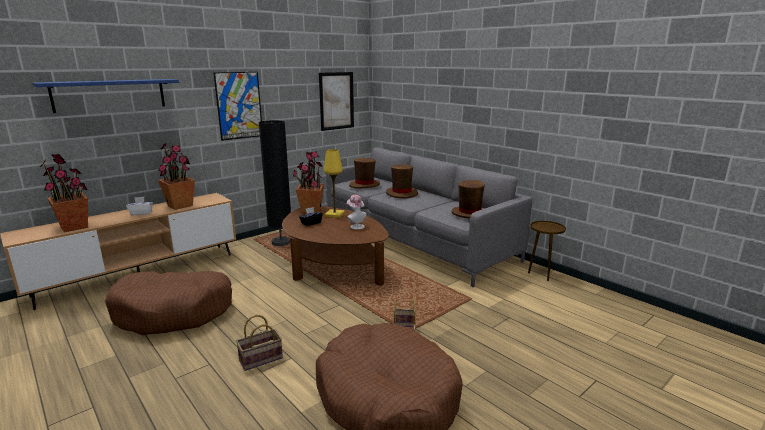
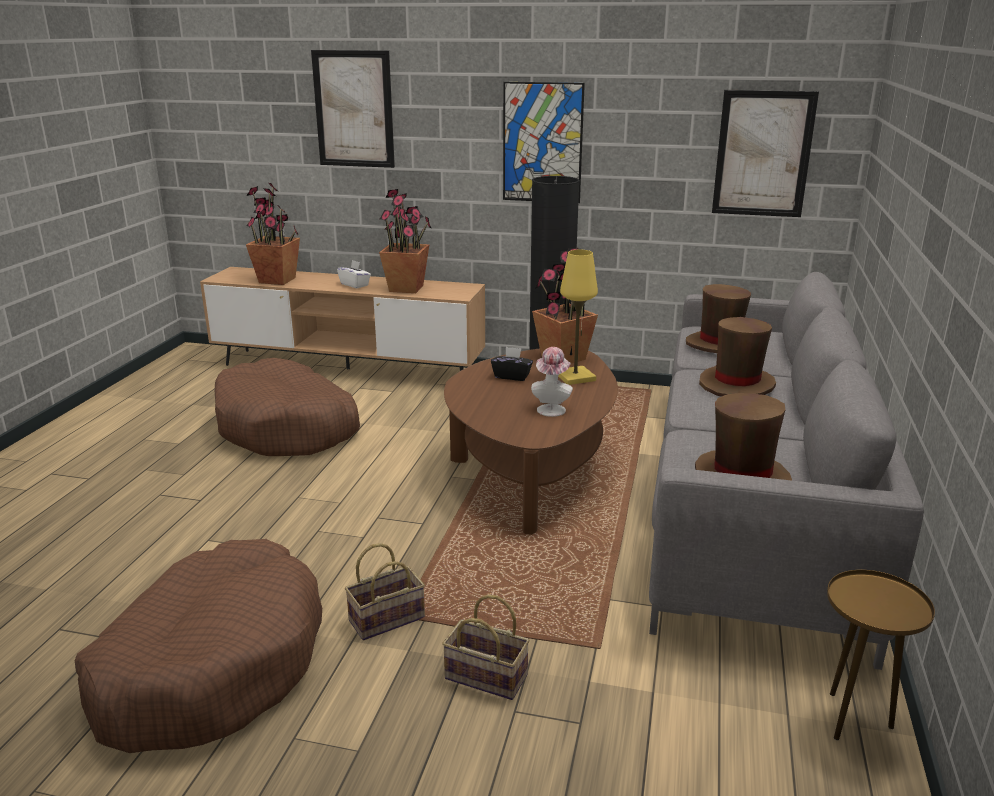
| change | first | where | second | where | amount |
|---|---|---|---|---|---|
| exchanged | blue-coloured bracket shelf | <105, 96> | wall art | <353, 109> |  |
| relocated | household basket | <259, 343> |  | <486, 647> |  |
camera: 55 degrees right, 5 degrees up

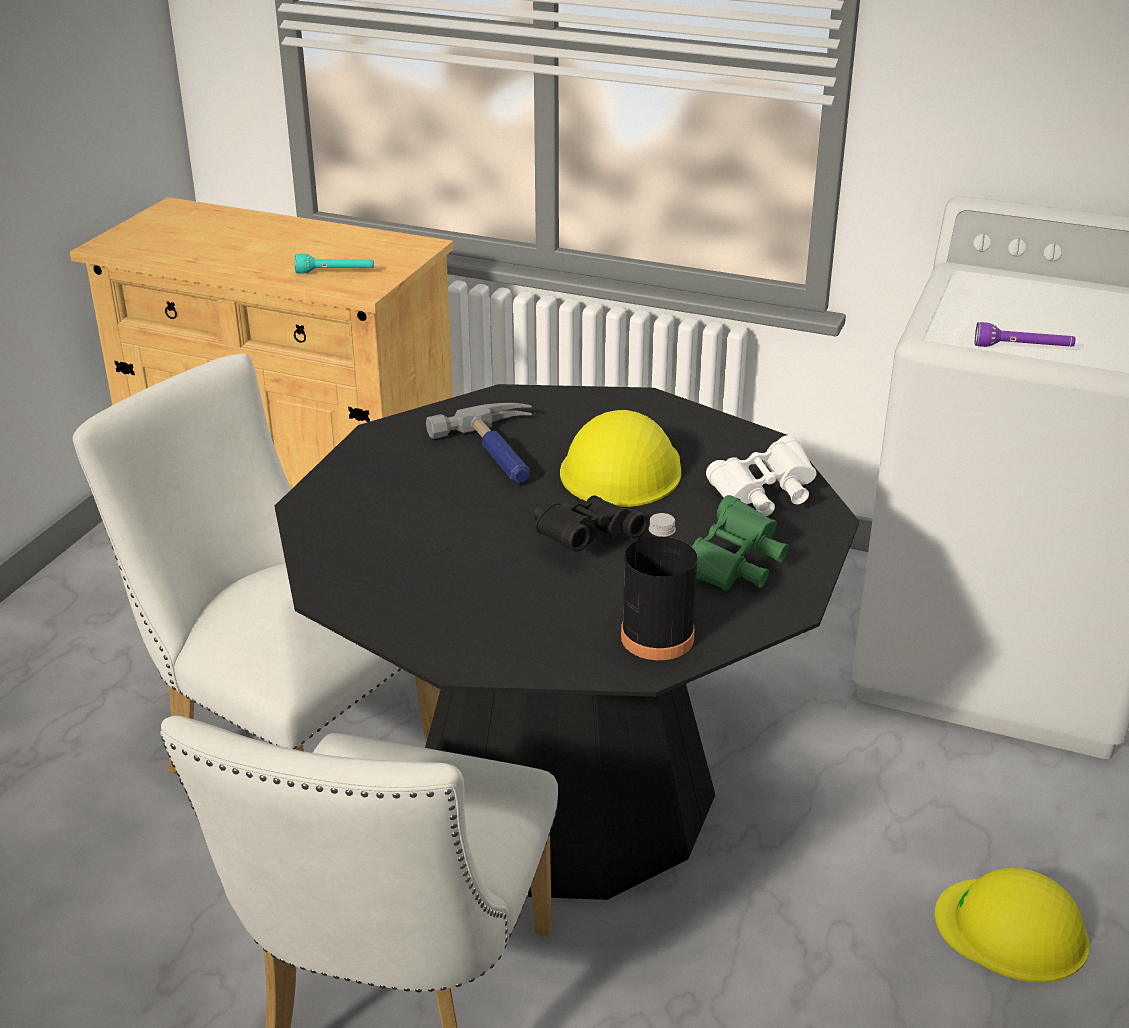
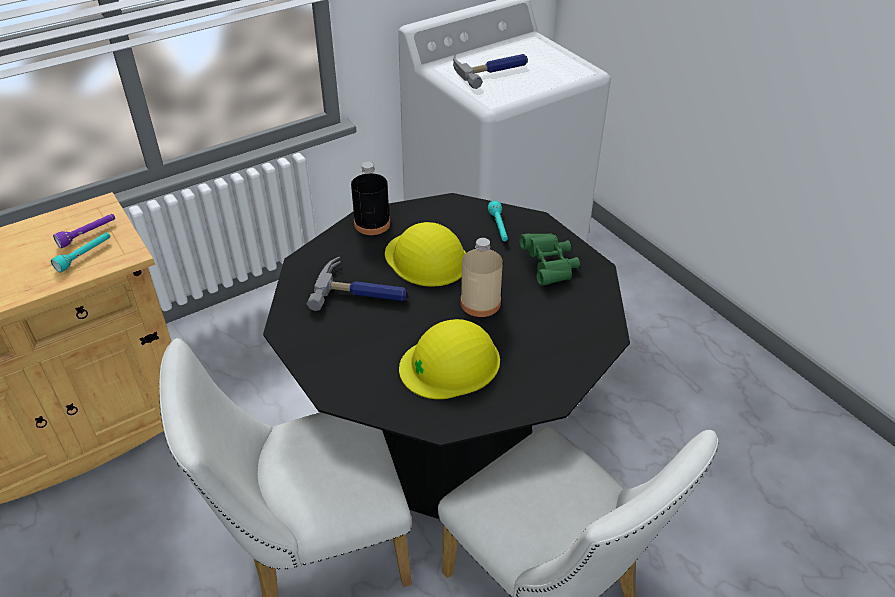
| change | first | where | second | where | amount |
|---|---|---|---|---|---|
| exchanged | black-coloured binoculars | <591, 523> | sand-coloured drink bottle | <482, 277> |  |
| relocated | black-coloured drink bottle | <659, 586> |  | <370, 198> |  |
| exchanged | white-coloured binoculars | <761, 475> | turquoise-coloured hand torch | <498, 220> |  |
| relocated | yellowish safety helmet | <1012, 925> |  | <449, 359> |  |
| relocated | purplish hand torch | <1025, 334> |  | <84, 231> |  |
| appeared |  |  | tool hammer | <490, 71> |  |
camera: 55 degrees left, 10 degrees up

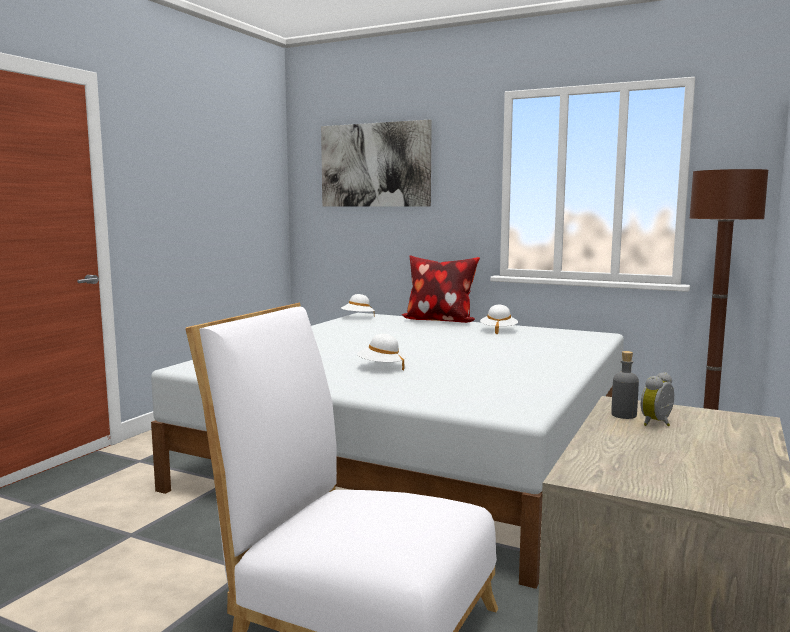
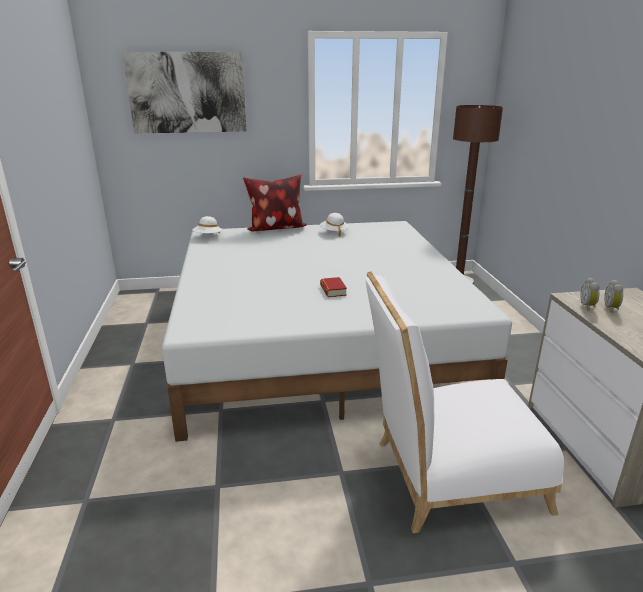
| change | first | where | second | where | amount |
|---|---|---|---|---|---|
| exchanged | white-coloured wearable hat | <381, 352> | book | <333, 287> |  |
| exchanged | greyish drink bottle | <625, 385> | alarm clock | <589, 294> |  |
camera: 35 degrees left, 15 degrees up

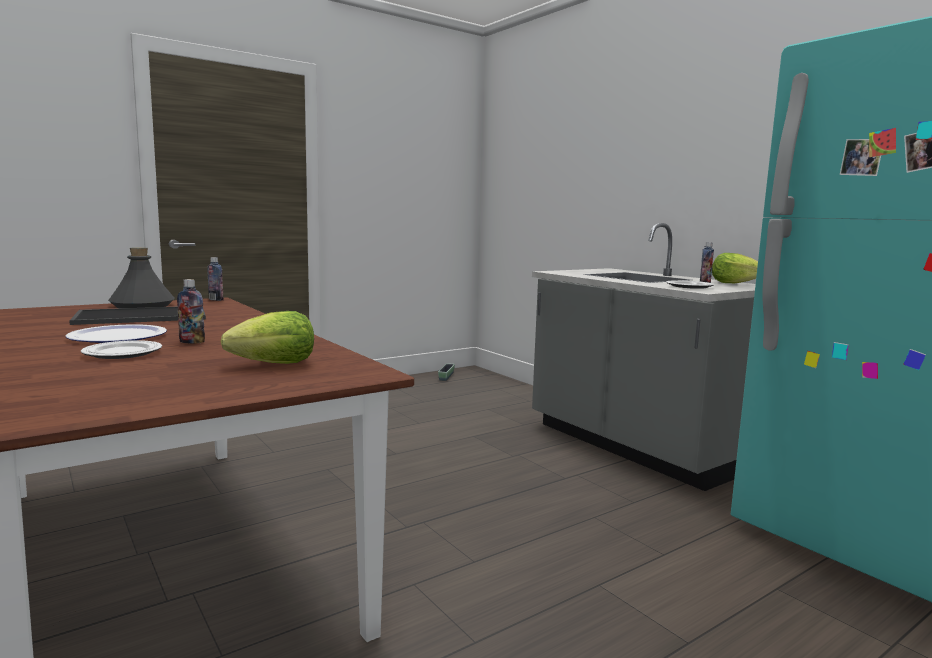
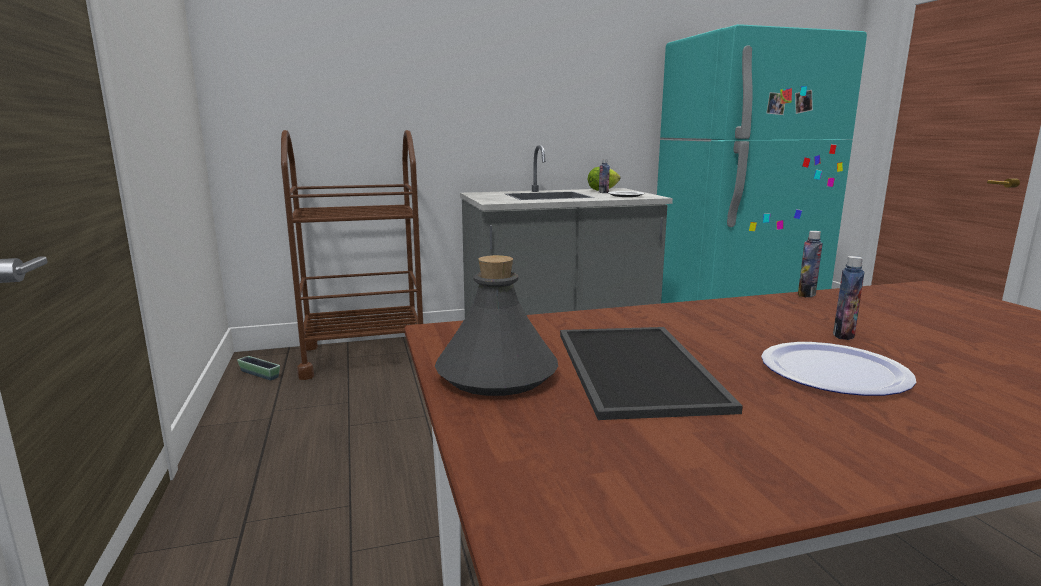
| change | first | where | second | where | amount |
|---|---|---|---|---|---|
| missing | plate | <121, 349> |  |  |  |
| relocated | drink bottle | <215, 279> |  | <810, 264> |  |
| missing | lettuce | <267, 337> |  |  |  |
| appeared |  |  | brown-coloured wheeled cart | <352, 255> |  |
camera: 70 degrees left, 5 degrees up

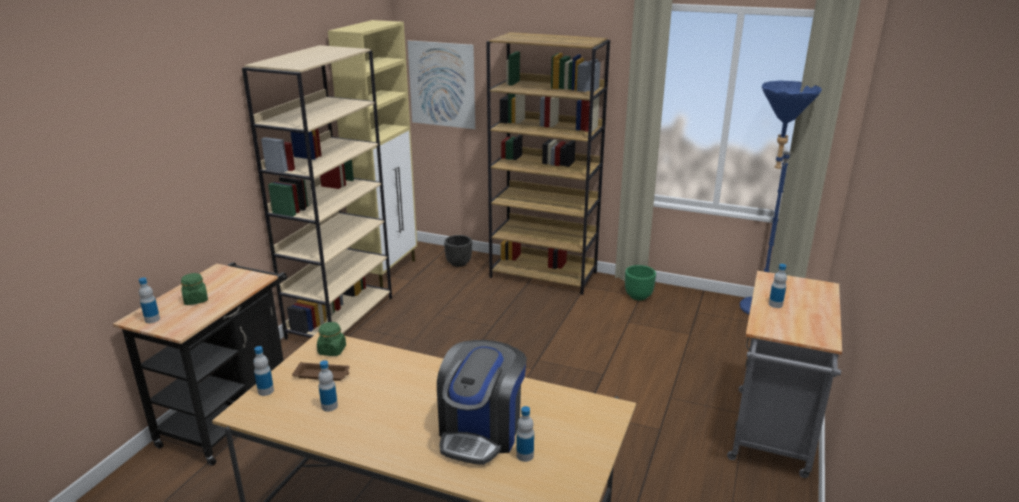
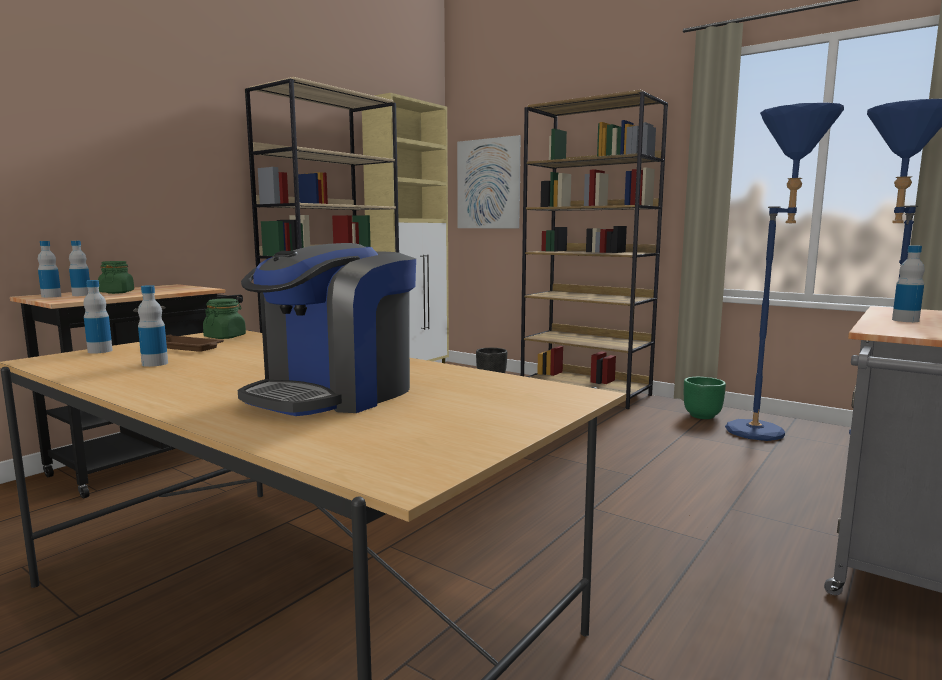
| change | first | where | second | where | amount |
|---|---|---|---|---|---|
| relocated | drink bottle | <525, 434> |  | <79, 268> |  |
| appeared |  |  | blue-coloured standard lamp | <784, 272> |  |
camera: 15 degrees right, 15 degrees down

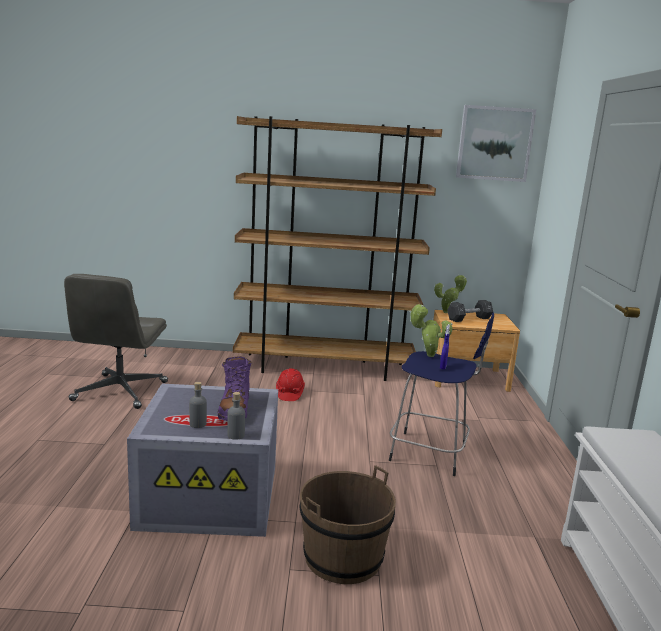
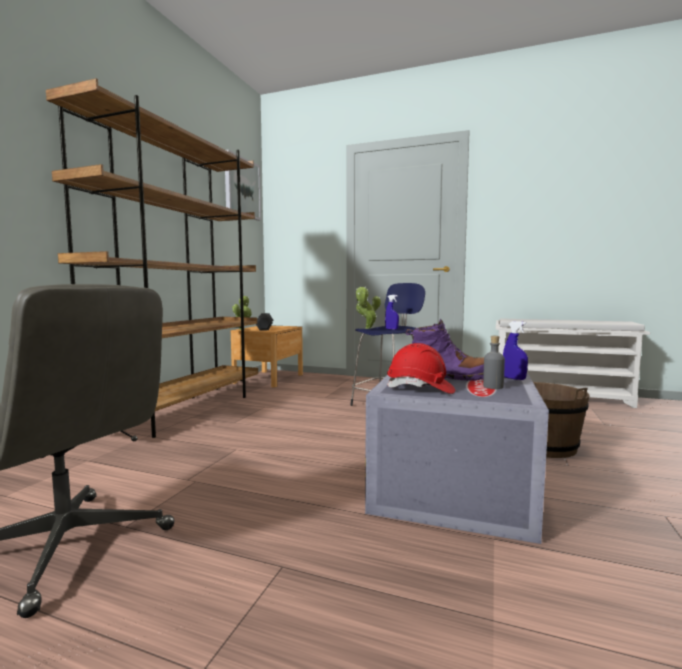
| change | first | where | second | where | amount |
|---|---|---|---|---|---|
| exchanged | greyish drink bottle | <236, 416> | blue-coloured sprayer | <515, 350> |  |
| relocated | red safety helmet | <290, 385> |  | <421, 368> |  |
camera: 70 degrees left, 10 degrees down

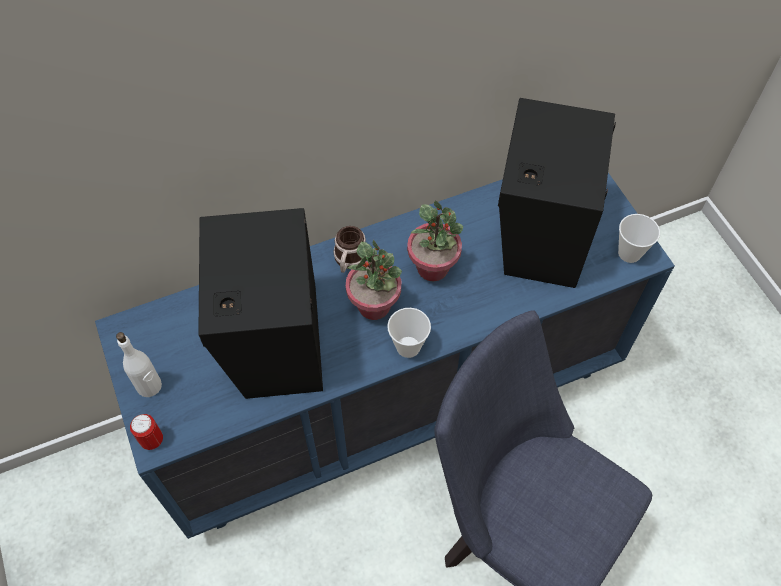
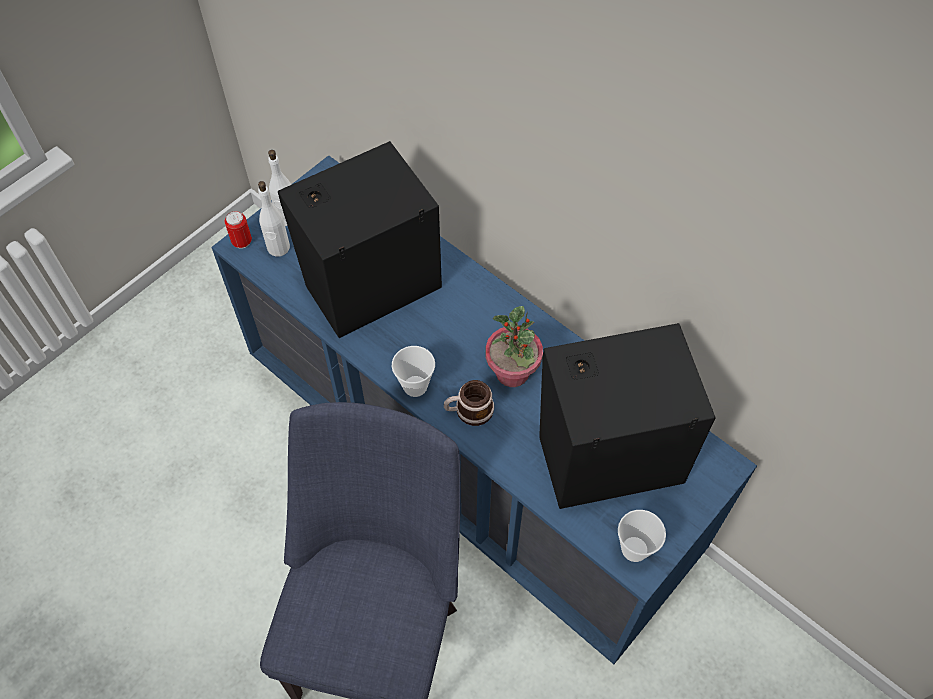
| change | first | where | second | where | amount |
|---|---|---|---|---|---|
| relocated | coffee mug | <350, 249> |  | <469, 403> |  |
| missing | houseplant | <374, 280> |  |  |  |
| appeared |  |  | white-coloured drink bottle | <274, 219> |  |
camera: 65 degrees right, 0 degrees up

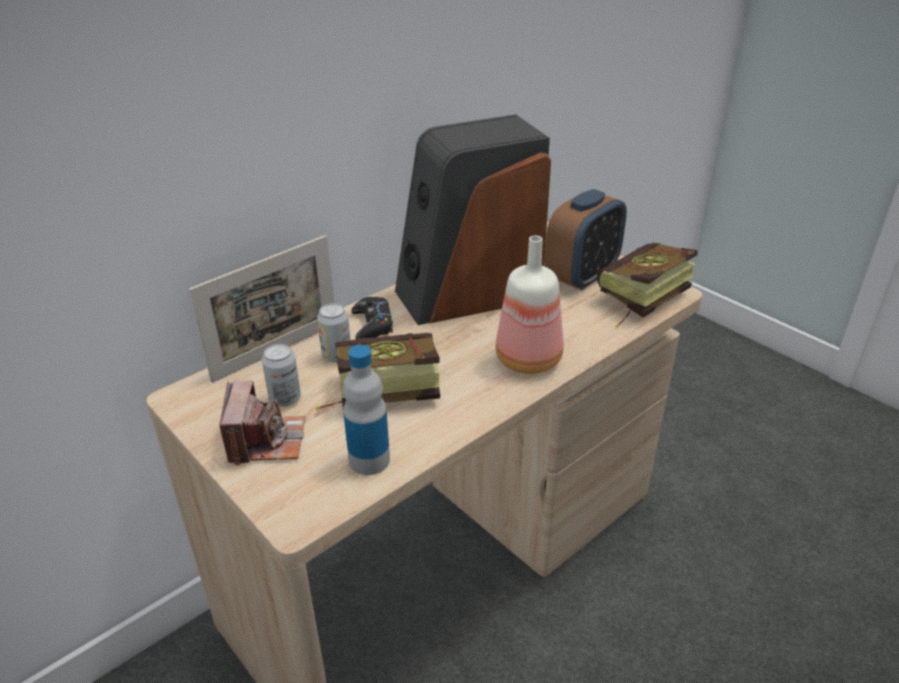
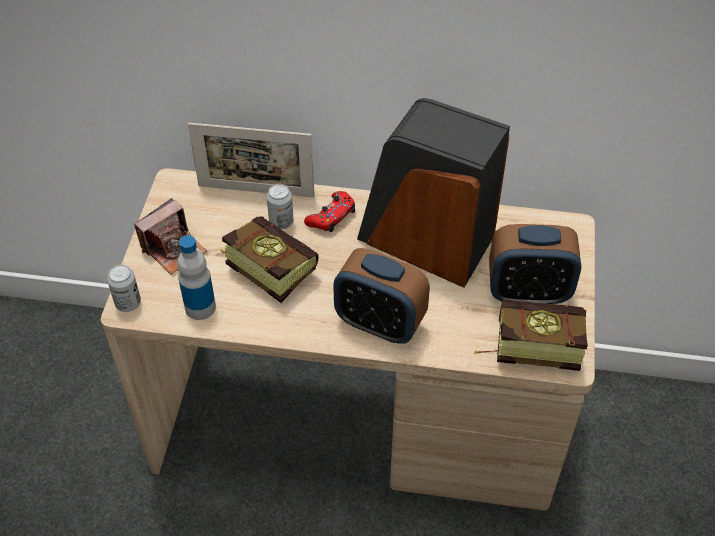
| change | first | where | second | where | amount |
|---|---|---|---|---|---|
| relocated | metal can | <281, 375> |  | <124, 288> |  |
| colour | black-coloured game controller | <372, 318> | red game controller | <329, 211> |  |
| exchanged | drink bottle | <529, 304> | alarm clock | <381, 296> |  |
camera: 50 degrees right, 15 degrees up

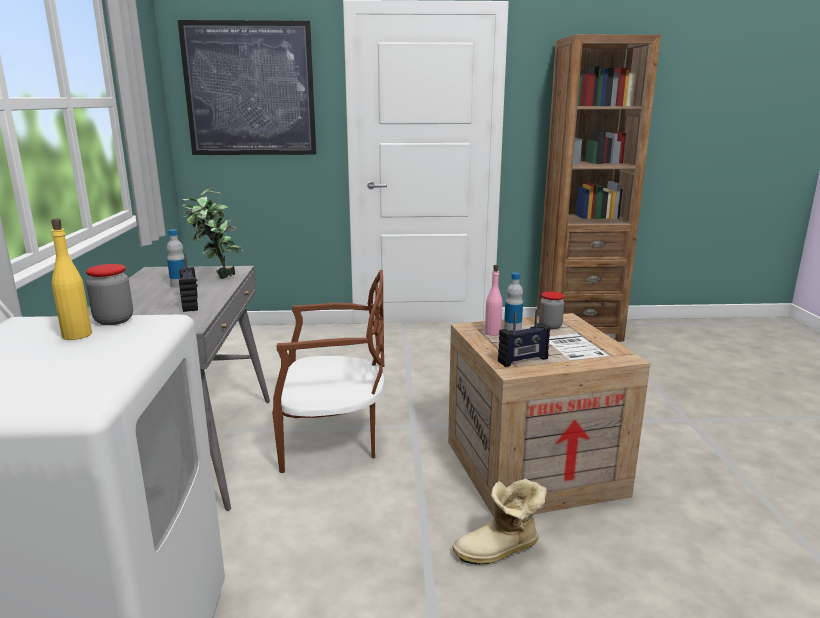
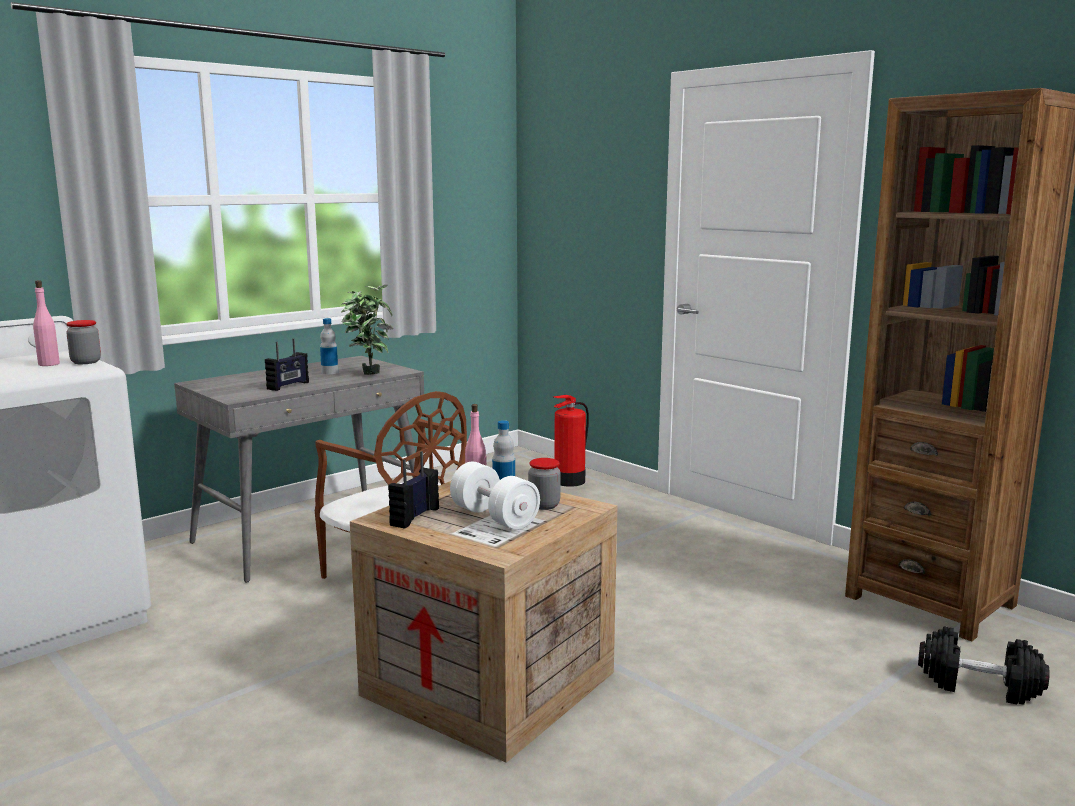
| change | first | where | second | where | amount |
|---|---|---|---|---|---|
| colour | yellowish drink bottle | <71, 279> | pink-coloured drink bottle | <46, 323> |  |
| missing | wall art | <247, 87> |  |  |  |
| missing | high-top boot | <499, 521> |  |  |  |
| spun | radio | <524, 338> |  | <413, 490> | 90 degrees clockwise |
| appeared |  |  | white-coloured free weight | <495, 496> |  |
| appeared |  |  | fire-fighting cylinder | <571, 441> |  |
| appeared |  |  | black-coloured free weight | <984, 665> |  |
camera: 50 degrees right, 5 degrees down

